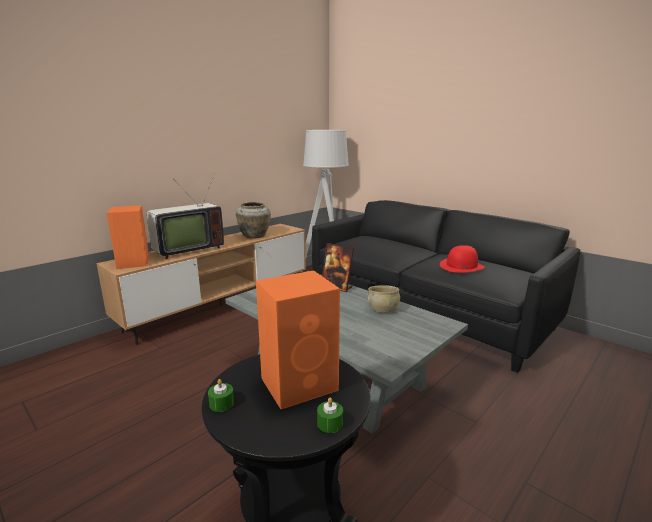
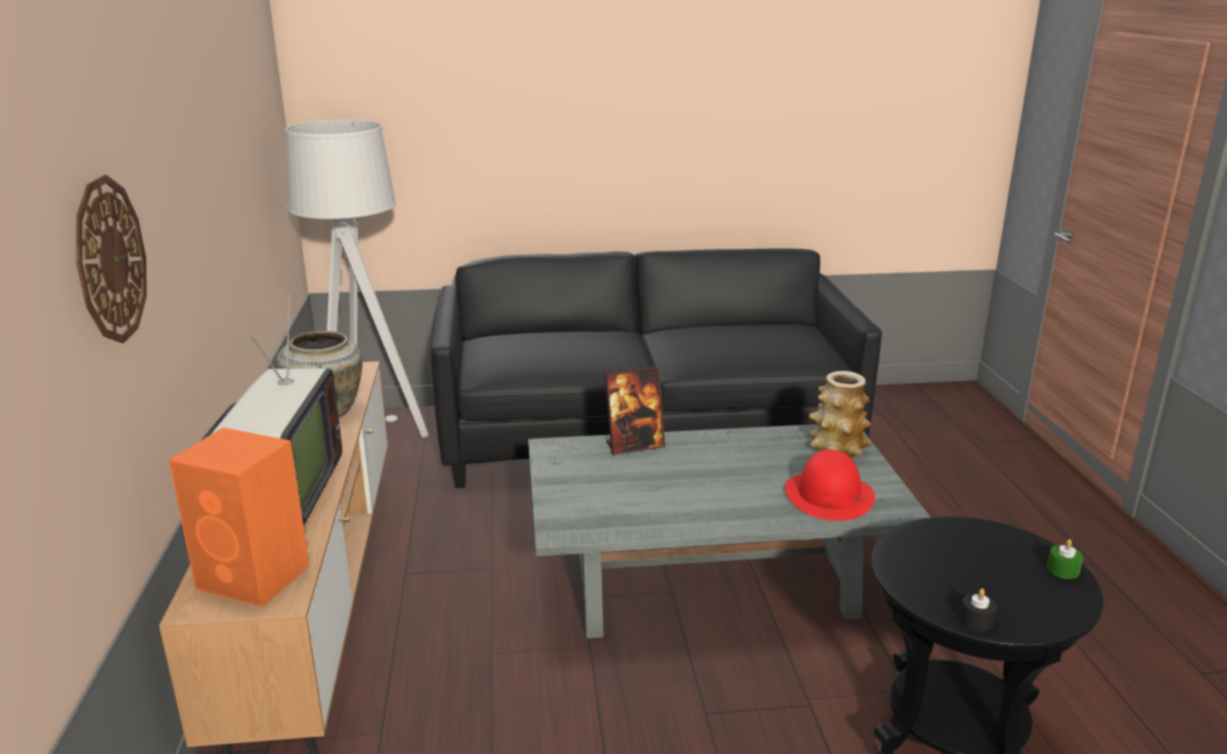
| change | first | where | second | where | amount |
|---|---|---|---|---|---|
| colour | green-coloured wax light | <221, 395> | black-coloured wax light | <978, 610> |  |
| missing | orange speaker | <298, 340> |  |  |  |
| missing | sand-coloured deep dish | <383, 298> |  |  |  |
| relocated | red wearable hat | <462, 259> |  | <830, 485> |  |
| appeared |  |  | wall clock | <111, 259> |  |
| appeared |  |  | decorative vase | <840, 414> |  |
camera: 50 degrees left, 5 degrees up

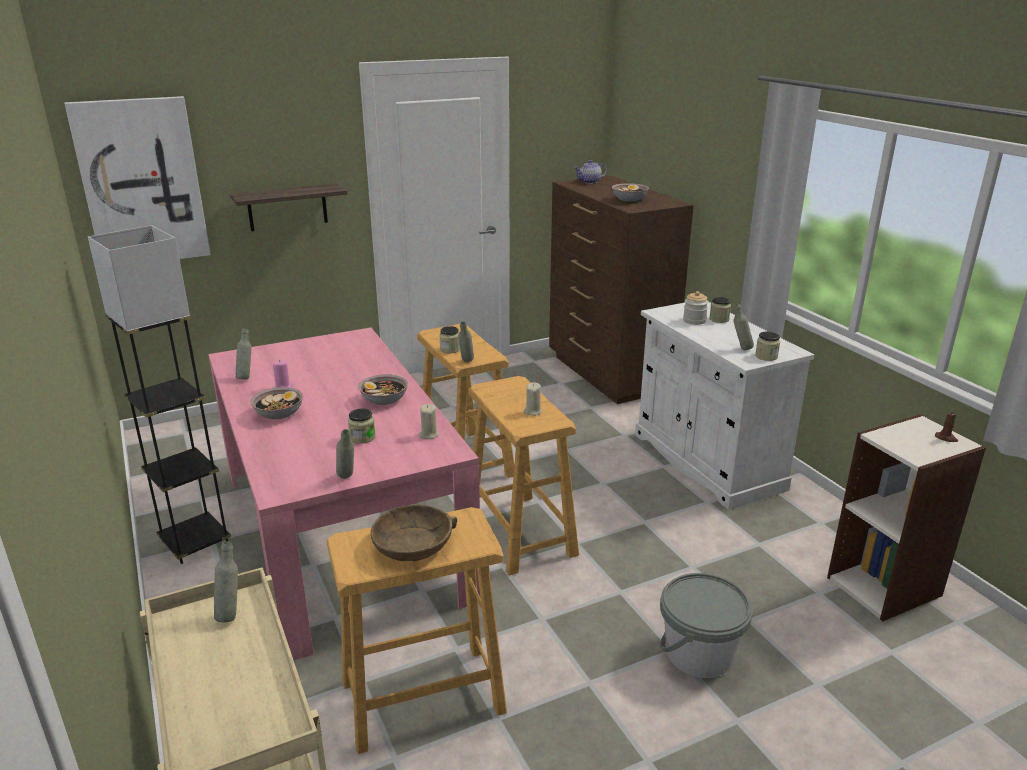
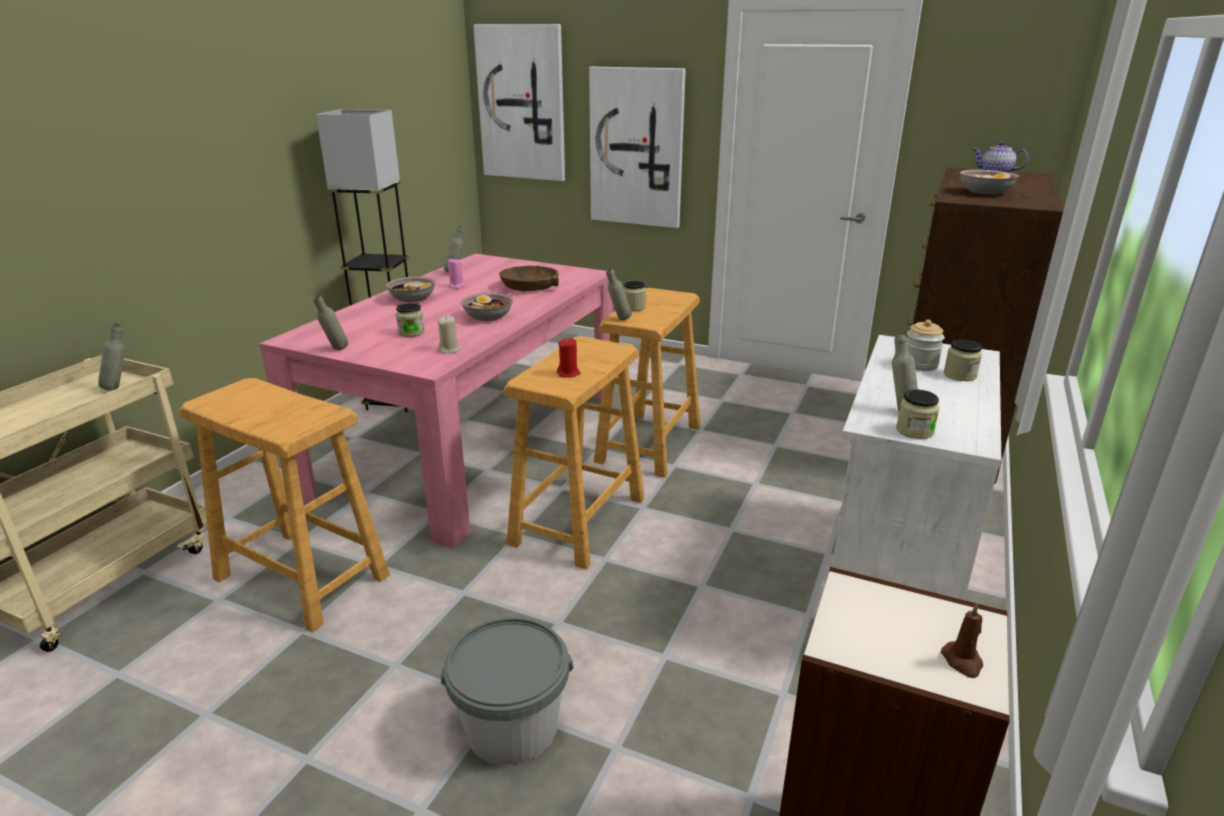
| change | first | where | second | where | amount |
|---|---|---|---|---|---|
| exchanged | bracket shelf | <288, 207> | wall art | <637, 147> |  |
| relocated | brown-coloured deep dish | <414, 533> |  | <529, 278> |  |
| colour | sand-coloured wax light | <533, 399> | red wax light | <569, 358> |  |
camera: 50 degrees right, 0 degrees up

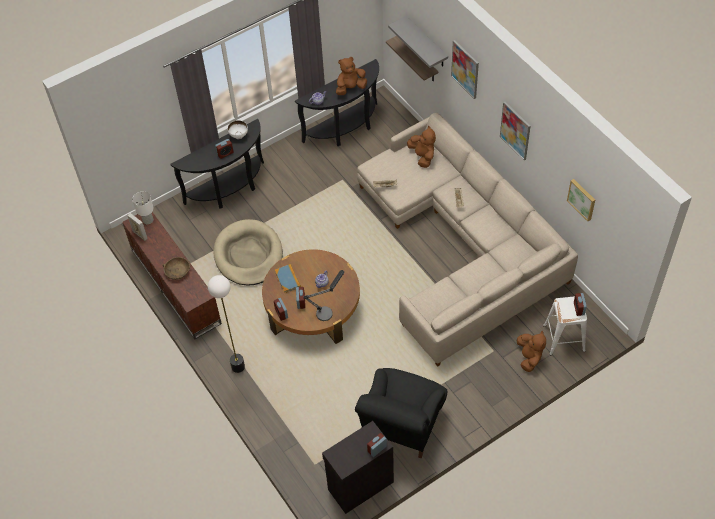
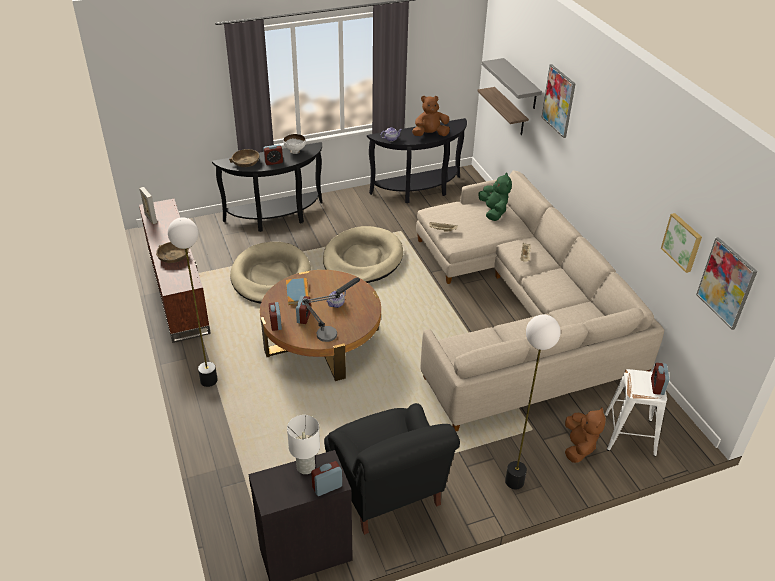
| change | first | where | second | where | amount |
|---|---|---|---|---|---|
| relocated | white-coloured table lamp | <143, 207> |  | <303, 444> |  |
| spun | black-coloured easy chair | <401, 413> |  | <392, 469> | 60 degrees counterclockwise |
| colour | brown-coloured soft toy | <421, 147> | green-coloured soft toy | <495, 196> |  |
| relocated | wall art | <515, 131> |  | <726, 283> |  |
| appeared |  |  | brown-coloured deep dish | <244, 158> |  |
| appeared |  |  | sand-coloured dog bed | <363, 254> |  |
| appeared |  |  | standard lamp | <533, 401> |  |
camera: 10 degrees right, 15 degrees down

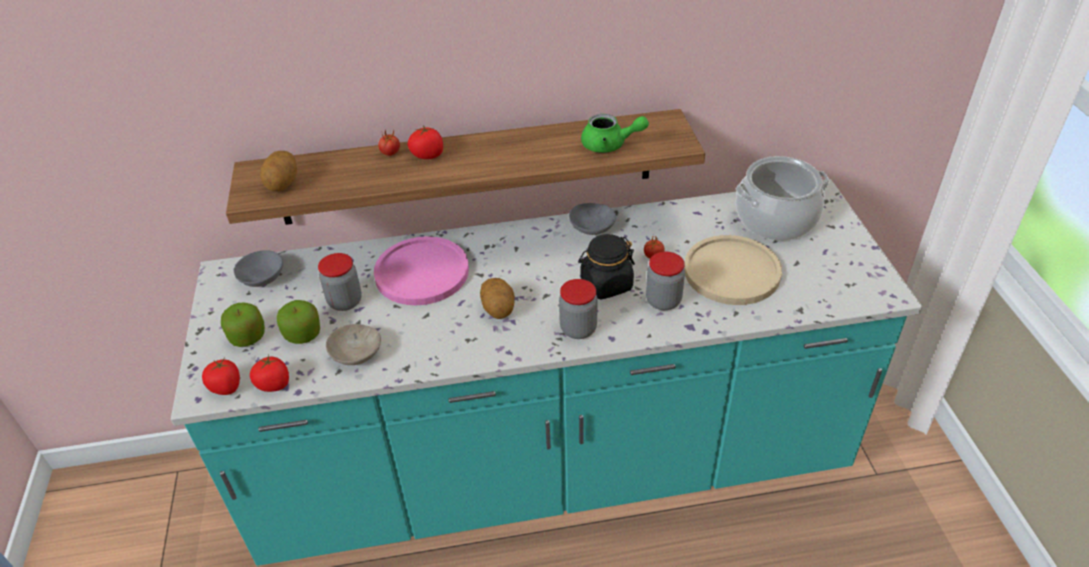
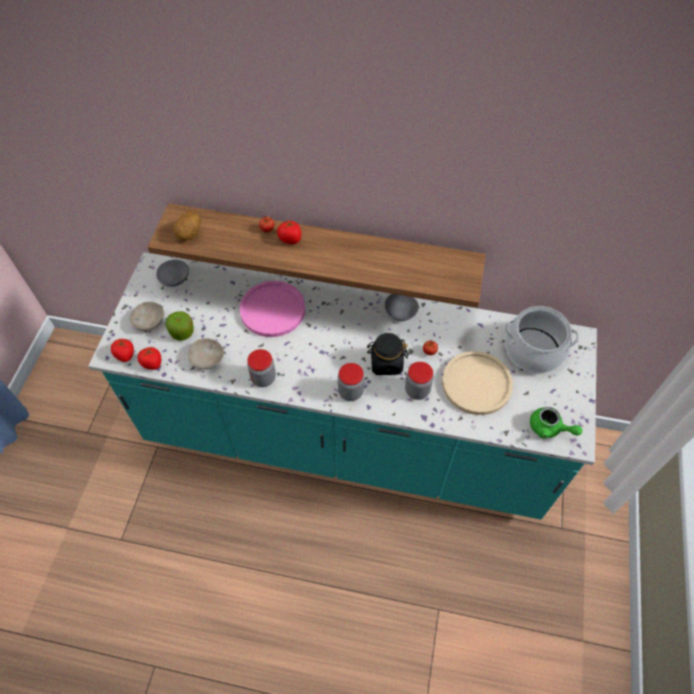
| change | first | where | second | where | amount |
|---|---|---|---|---|---|
| exchanged | apple fruit | <243, 324> | sand-coloured deep dish | <147, 316> |  |
| relocated | jar | <340, 282> |  | <261, 368> |  |
| missing | potato | <497, 298> |  |  |  |
| relocated | green-coloured tea pot | <615, 133> |  | <556, 423> |  |
camera: 20 degrees right, 15 degrees up

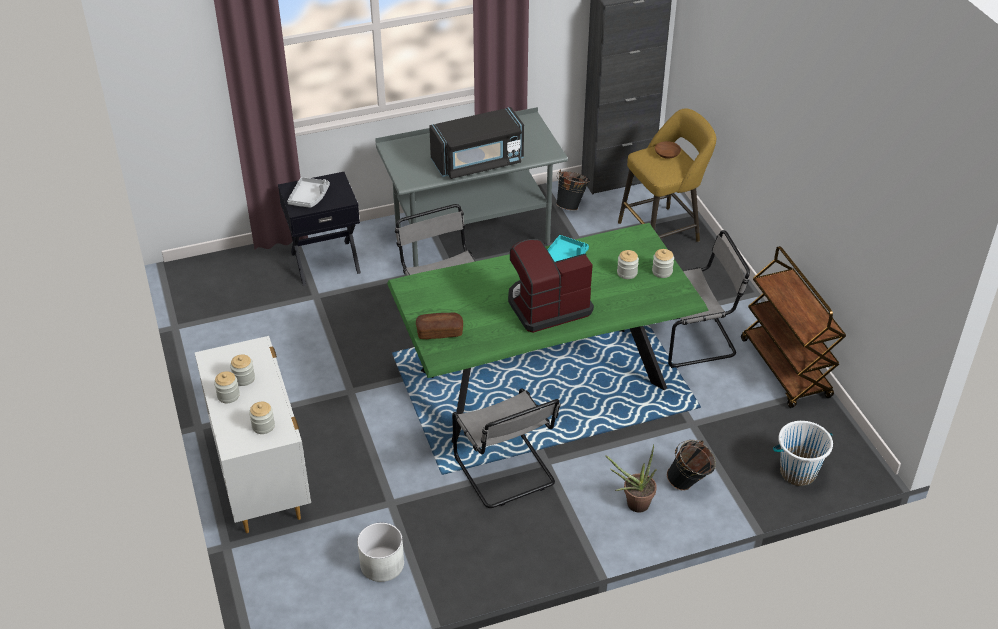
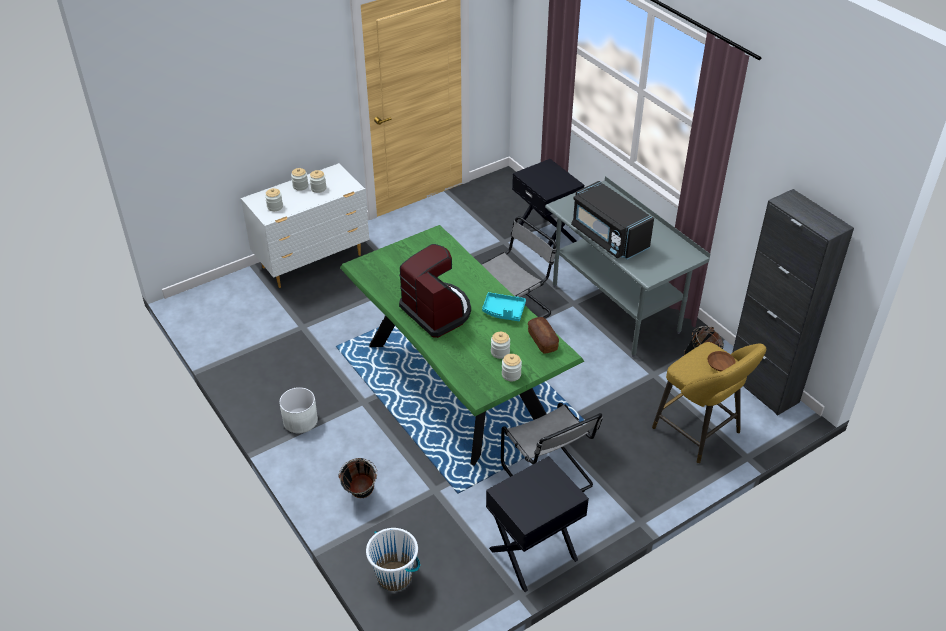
| change | first | where | second | where | amount |
|---|---|---|---|---|---|
| missing | greyish tray | <308, 192> |  |  |  |
| relocated | white-coloured plant pot | <380, 552> |  | <298, 410> |  |
| relocated | bakery bread | <439, 325> |  | <543, 335> |  |
| missing | greyish upright chair | <506, 448> |  |  |  |
| missing | houseplant | <631, 478> |  |  |  |
| exchanged | brown-coloured wheeled cart | <793, 327> | black-coloured bedside table | <537, 524> |  |
camera: 75 degrees right, 0 degrees up

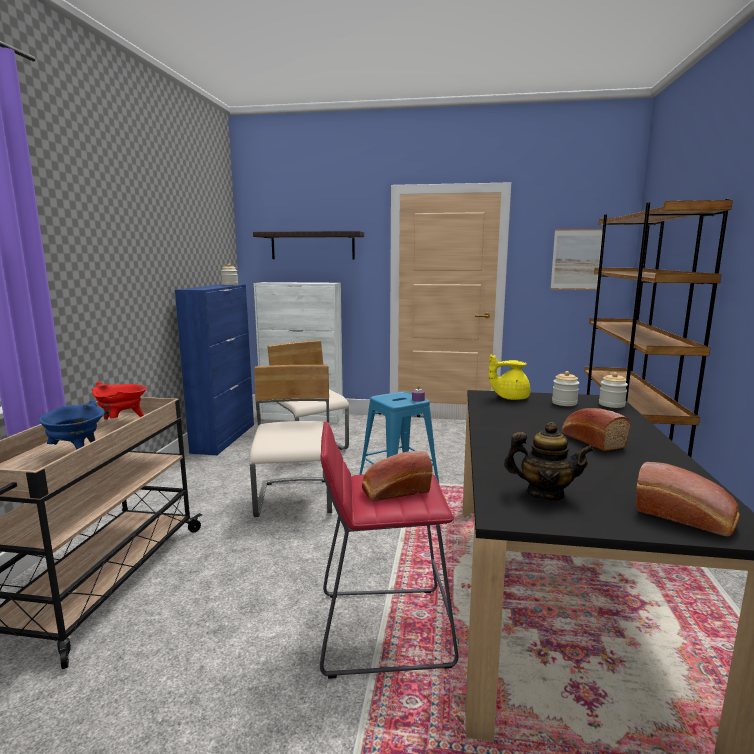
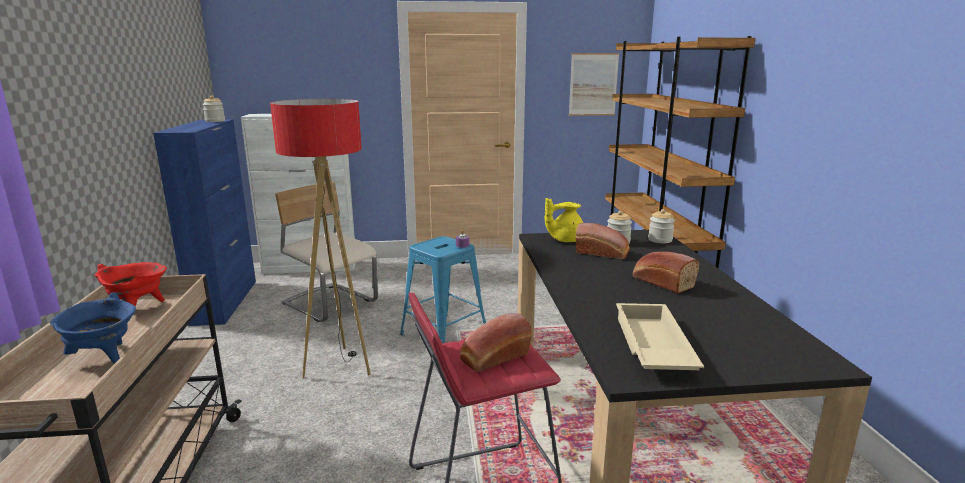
| change | first | where | second | where | amount |
|---|---|---|---|---|---|
| exchanged | sand-coloured upright chair | <290, 441> | standard lamp | <320, 239> |  |
| missing | bracket shelf | <308, 245> |  |  |  |
| exchanged | tea pot | <549, 461> | sand-coloured tray | <660, 336> |  |
| relocated | bakery bread | <688, 499> |  | <603, 241> |  |
camera: 15 degrees left, 5 degrees up

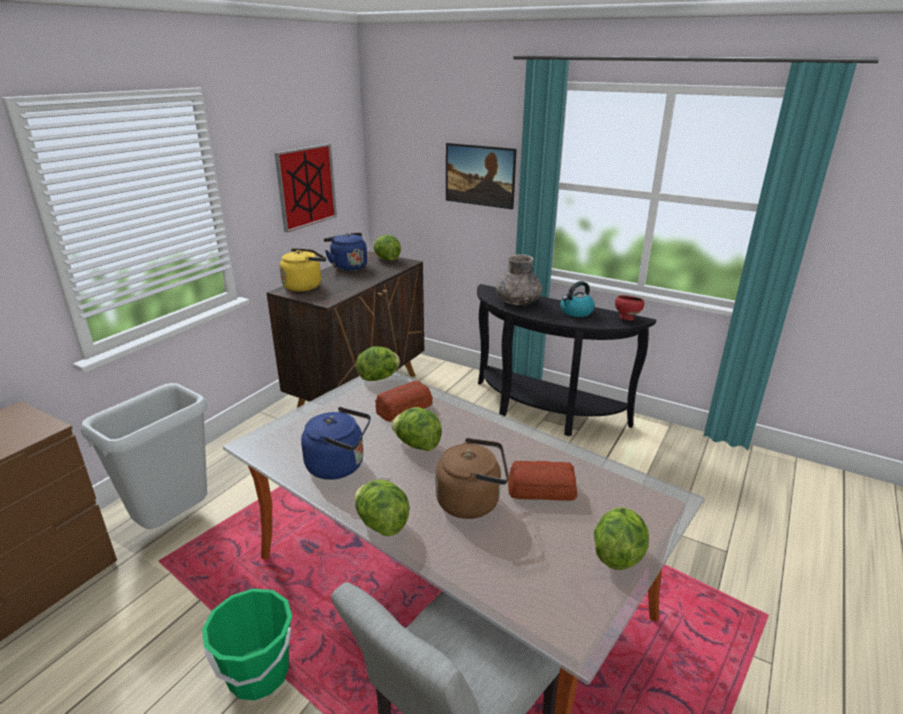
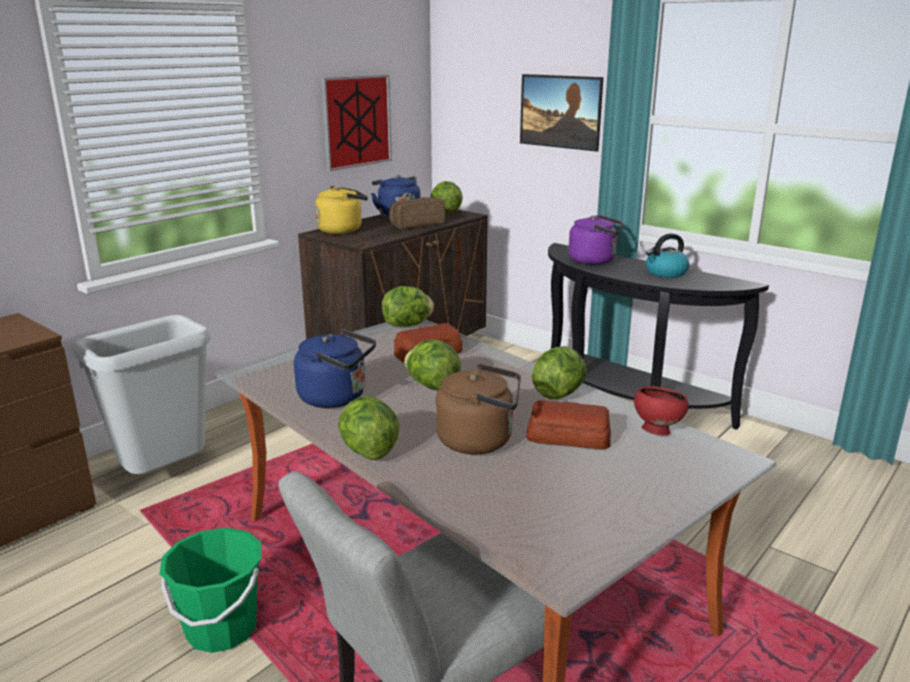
| change | first | where | second | where | amount |
|---|---|---|---|---|---|
| exchanged | greyish decorative vase | <519, 279> | purplish kettle | <595, 239> |  |
| relocated | lettuce | <621, 539> |  | <559, 372> |  |
| relocated | red deep dish | <629, 307> |  | <661, 411> |  |
| appeared |  |  | bakery bread | <417, 213> |  |
camera: 10 degrees right, 5 degrees down

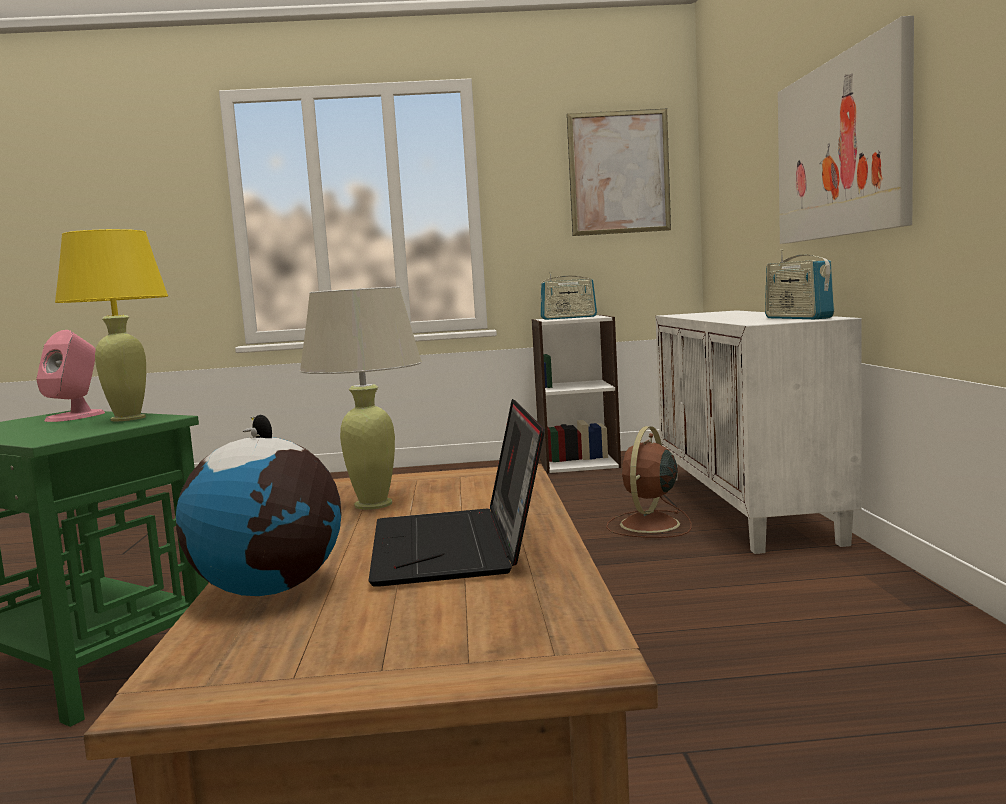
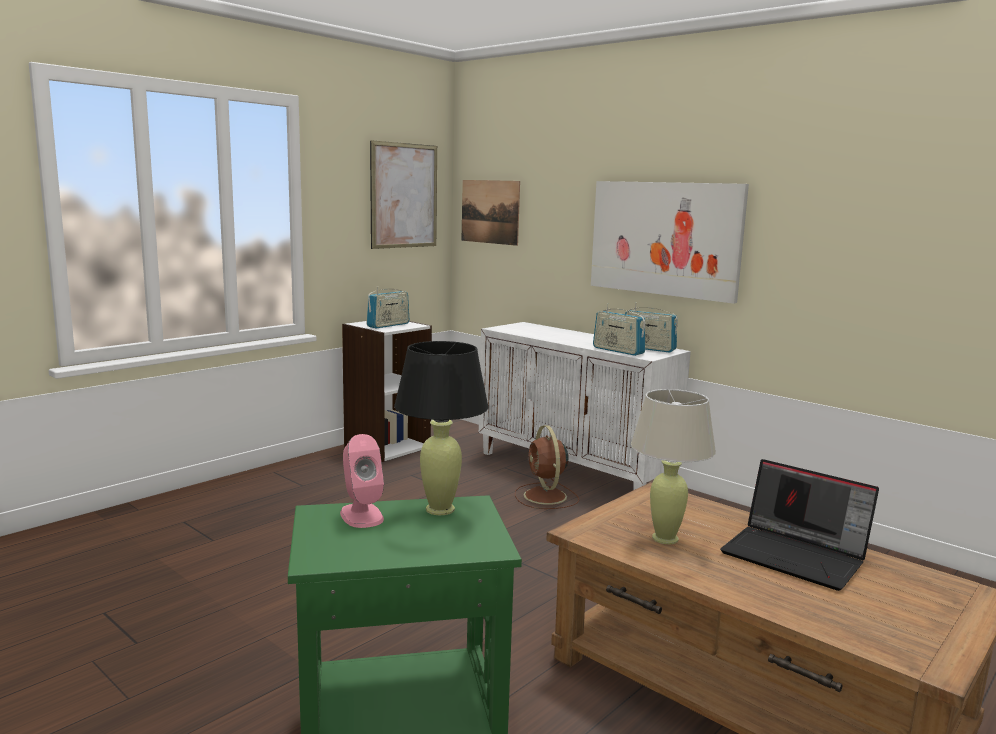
| change | first | where | second | where | amount |
|---|---|---|---|---|---|
| colour | yellowish table lamp | <111, 325> | black-coloured table lamp | <441, 428> |  |
| missing | world globe | <259, 505> |  |  |  |
| appeared |  |  | wall art | <490, 213> |  |
| appeared |  |  | radio | <619, 329> |  |
camera: 45 degrees left, 5 degrees up

